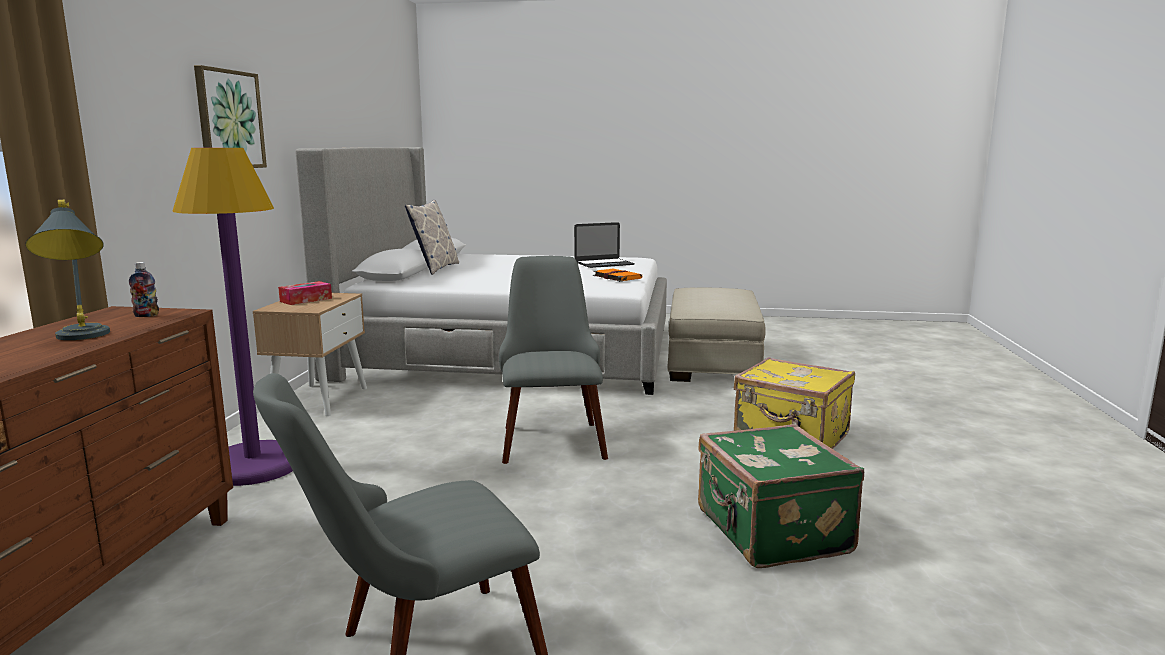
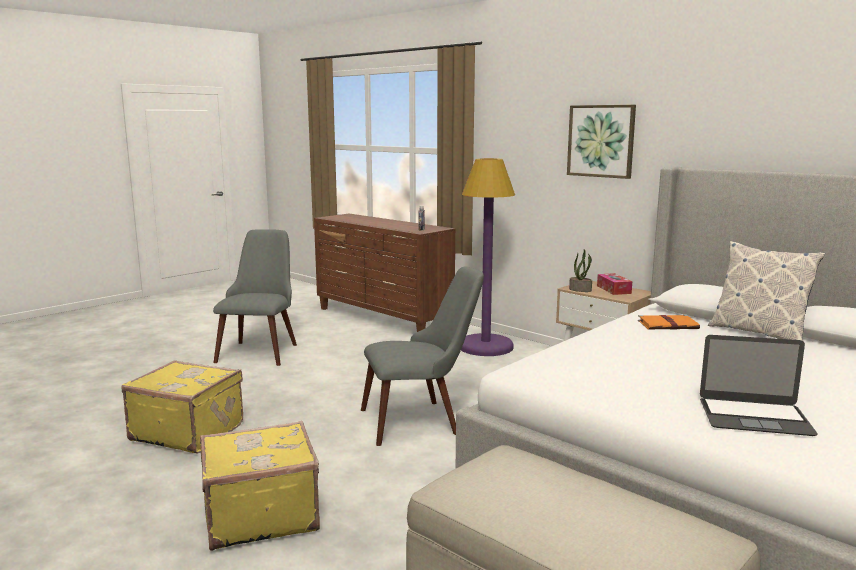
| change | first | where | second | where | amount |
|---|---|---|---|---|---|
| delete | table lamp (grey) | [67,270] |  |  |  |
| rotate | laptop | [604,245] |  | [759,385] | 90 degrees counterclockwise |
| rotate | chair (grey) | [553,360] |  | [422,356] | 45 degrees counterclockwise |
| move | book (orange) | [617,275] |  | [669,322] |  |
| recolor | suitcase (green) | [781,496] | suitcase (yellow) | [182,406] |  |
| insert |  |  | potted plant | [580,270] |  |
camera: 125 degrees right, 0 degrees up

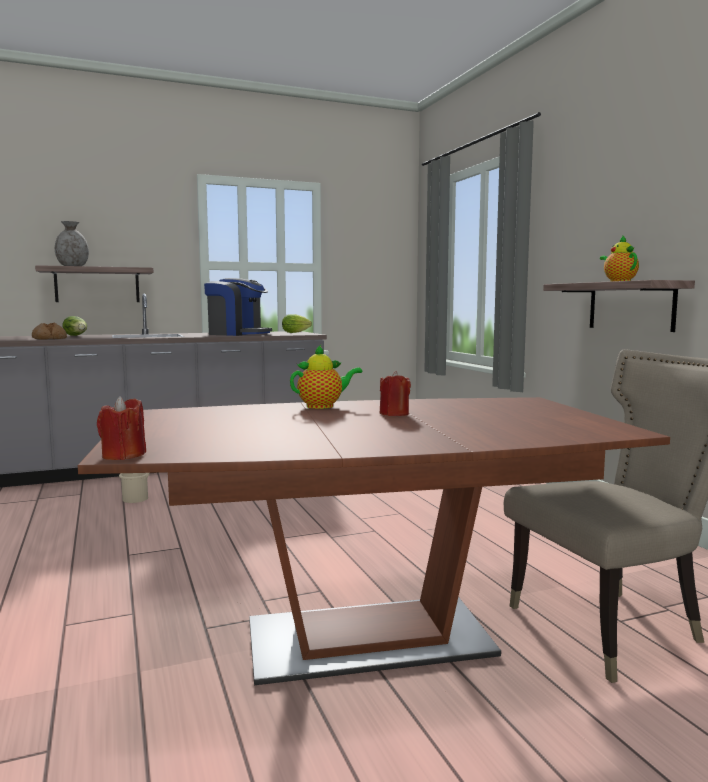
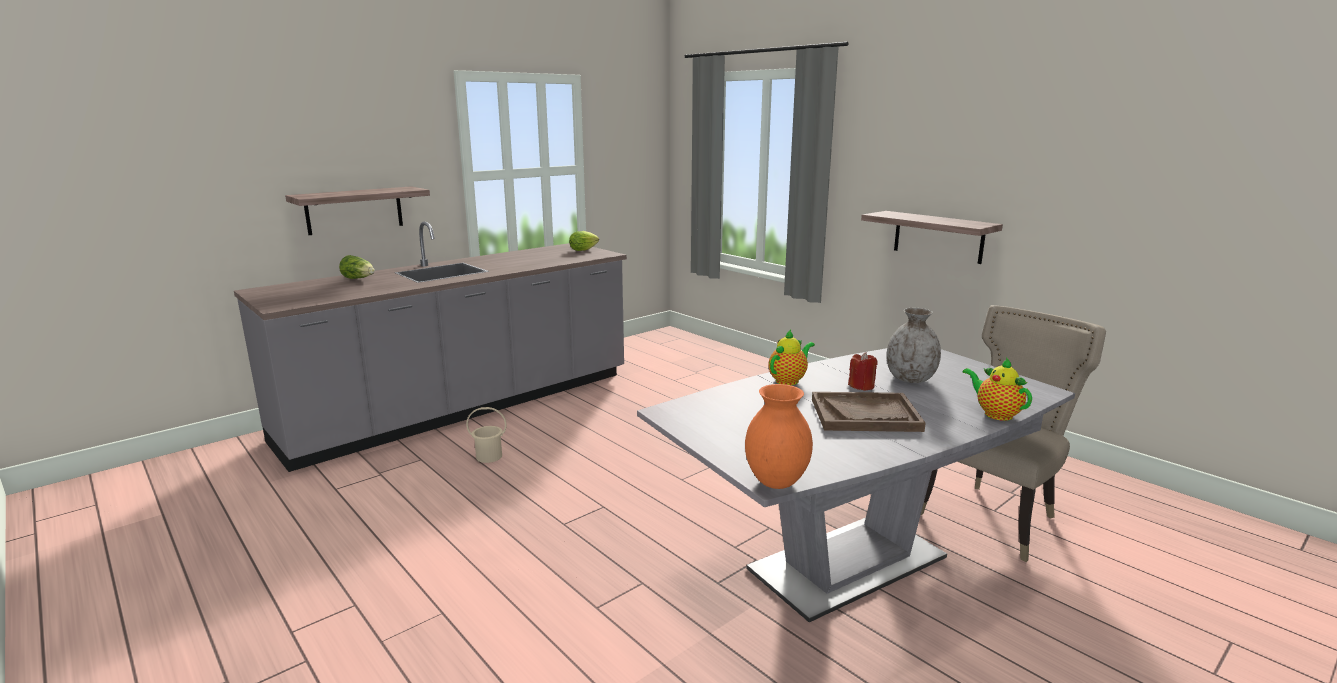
| change | first | where | second | where | amount |
|---|---|---|---|---|---|
| move | vase (grey) | [72,243] |  | [913,345] |  |
| move | teapot | [619,258] |  | [997,389] |  |
| delete | coffee machine | [238,307] |  |  |  |
| delete | bread | [49,331] |  |  |  |
| replace | candle (red) | [121,428] | vase (orange) | [779,436] |  |
| recolor | dining table (brown) | [374,541] | dining table (grey) | [856,485] |  |
| insert |  |  | tray (brown) | [869,412] |  |
camera: 20 degrees left, 10 degrees up

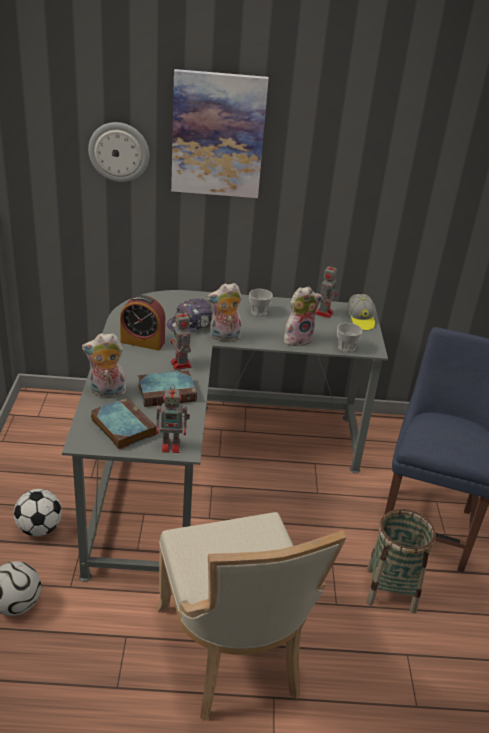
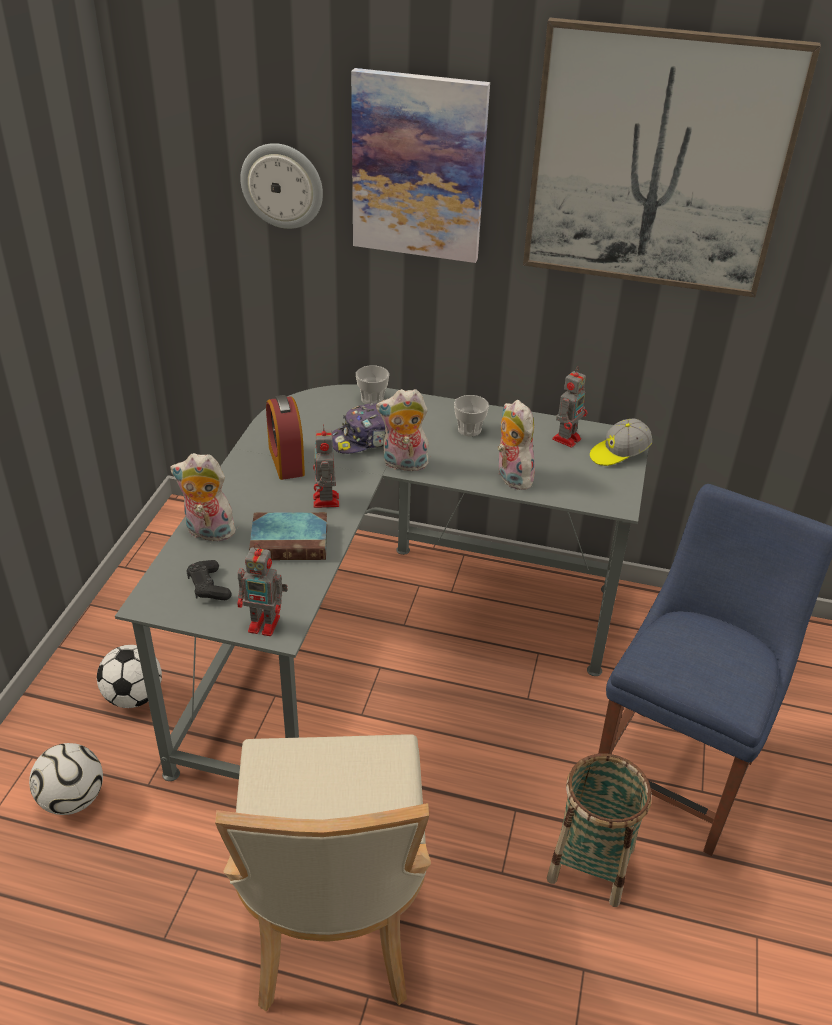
| change | first | where | second | where | amount |
|---|---|---|---|---|---|
| rotate | plush toy | [303,316] |  | [517,445] | 105 degrees counterclockwise |
| rotate | cap | [361,312] |  | [621,442] | 60 degrees clockwise |
| rotate | alarm clock | [142,323] |  | [285,437] | 45 degrees clockwise |
| move | cup | [349,338] |  | [372,384] |  |
| replace | book | [124,424] | game controller (black) | [209,580] |  |
| insert |  |  | picture | [672,157] |  |
camera: 15 degrees right, 5 degrees up

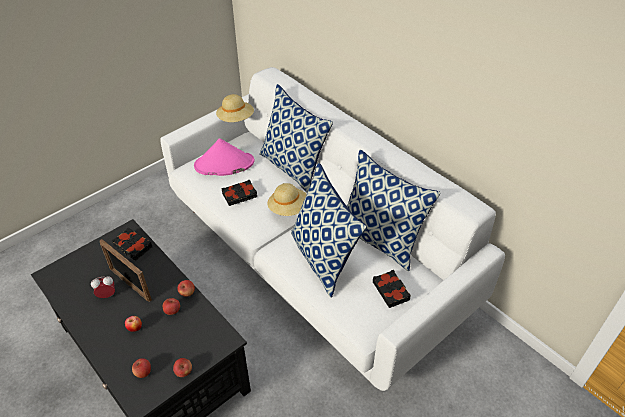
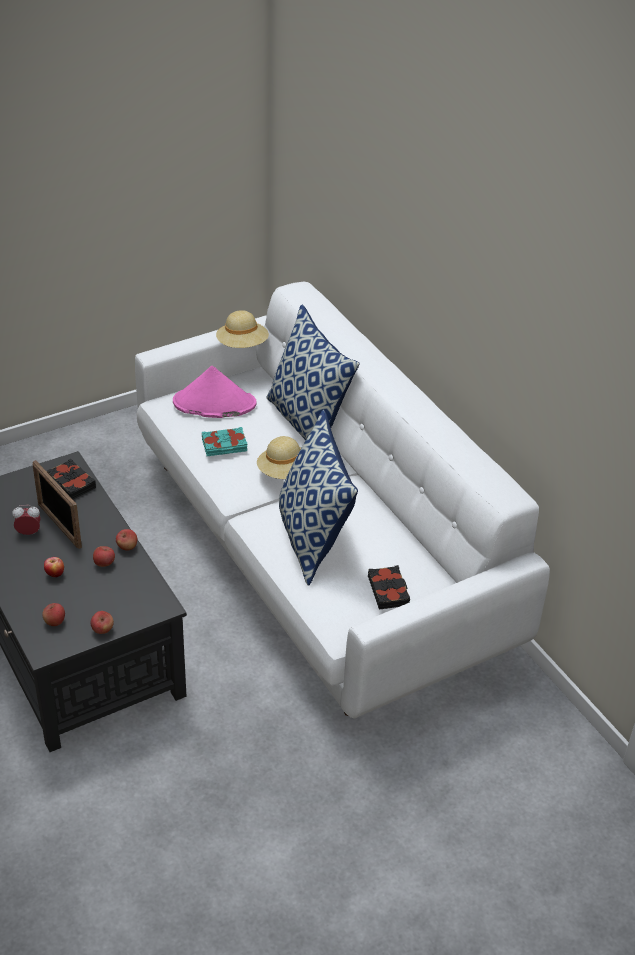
| change | first | where | second | where | amount |
|---|---|---|---|---|---|
| delete | pillow | [394,210] |  |  |  |
| recolor | book (black) | [239,193] | book (turquoise) | [225,441] |  |
camera: 10 degrees right, 5 degrees down

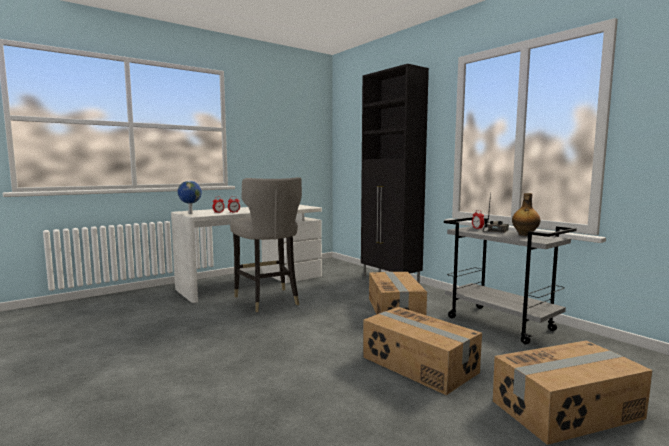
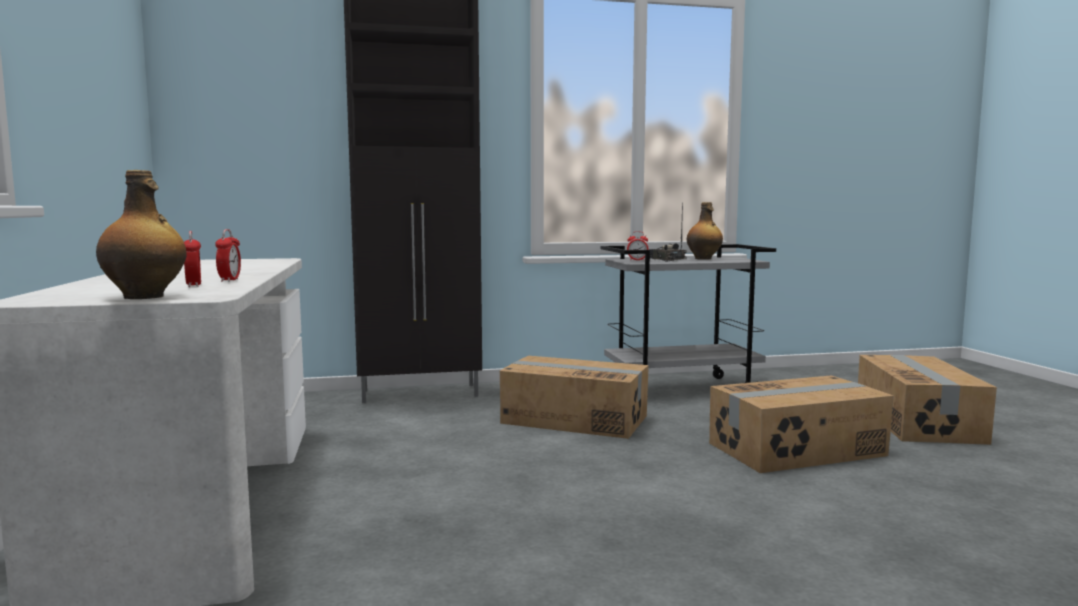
| change | first | where | second | where | amount |
|---|---|---|---|---|---|
| delete | stool (grey) | [266,244] |  |  |  |
| replace | globe | [190,197] | bottle | [141,234] |  |
camera: 65 degrees left, 0 degrees up

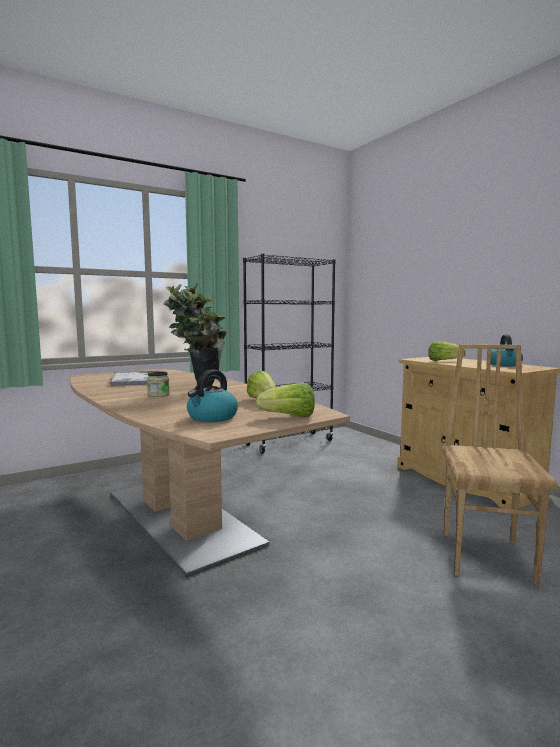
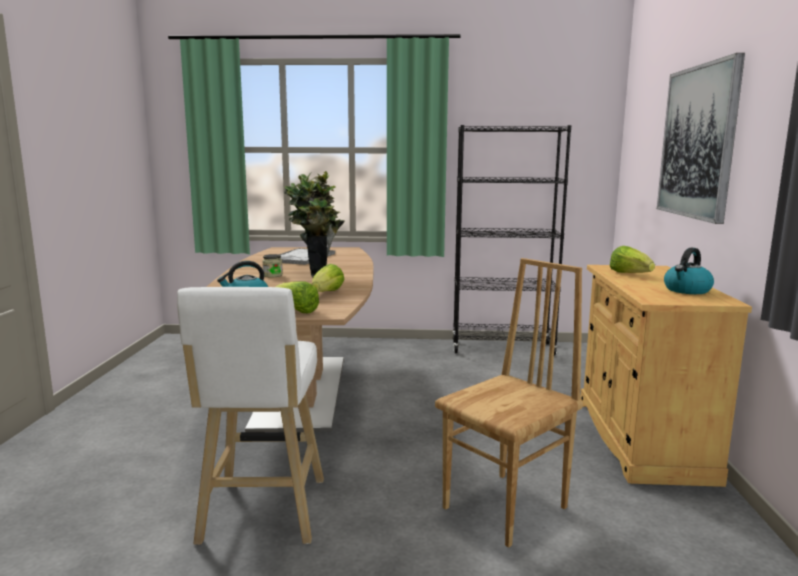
| change | first | where | second | where | amount |
|---|---|---|---|---|---|
| insert |  |  | picture | [701,138] |  |
| insert |  |  | stool (white) | [250,416] |  |
camera: 35 degrees right, 5 degrees up

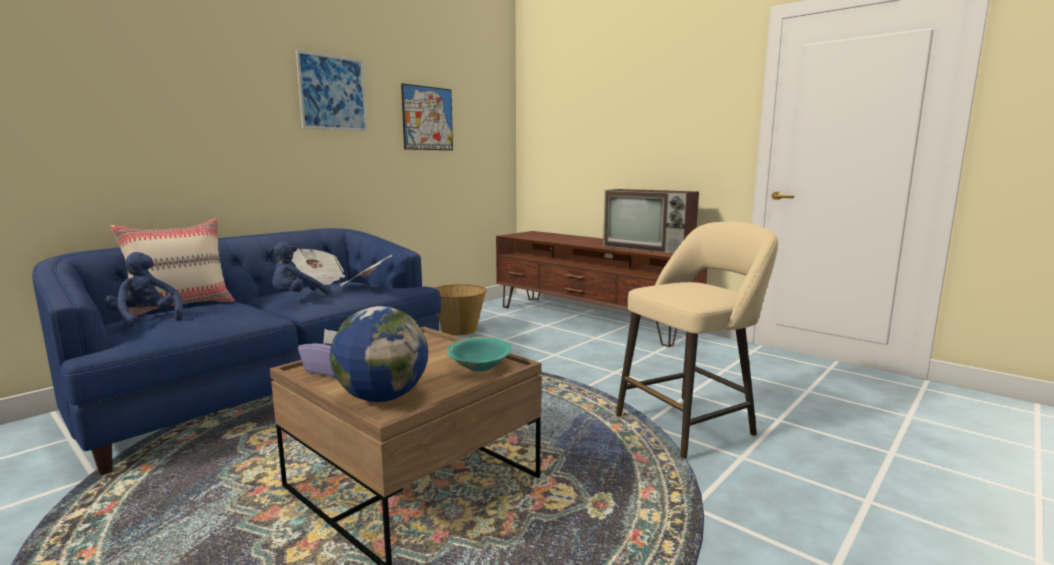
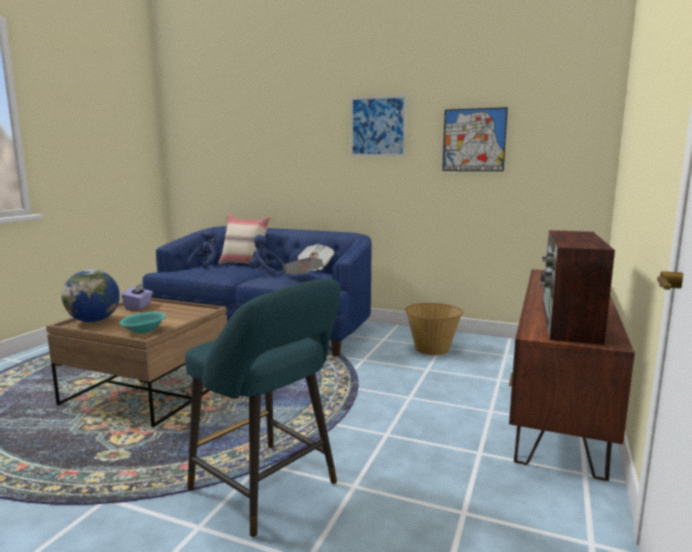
| change | first | where | second | where | amount |
|---|---|---|---|---|---|
| recolor | stool (beige) | [697,340] | stool (turquoise) | [263,408] |  |
camera: 70 degrees right, 0 degrees up

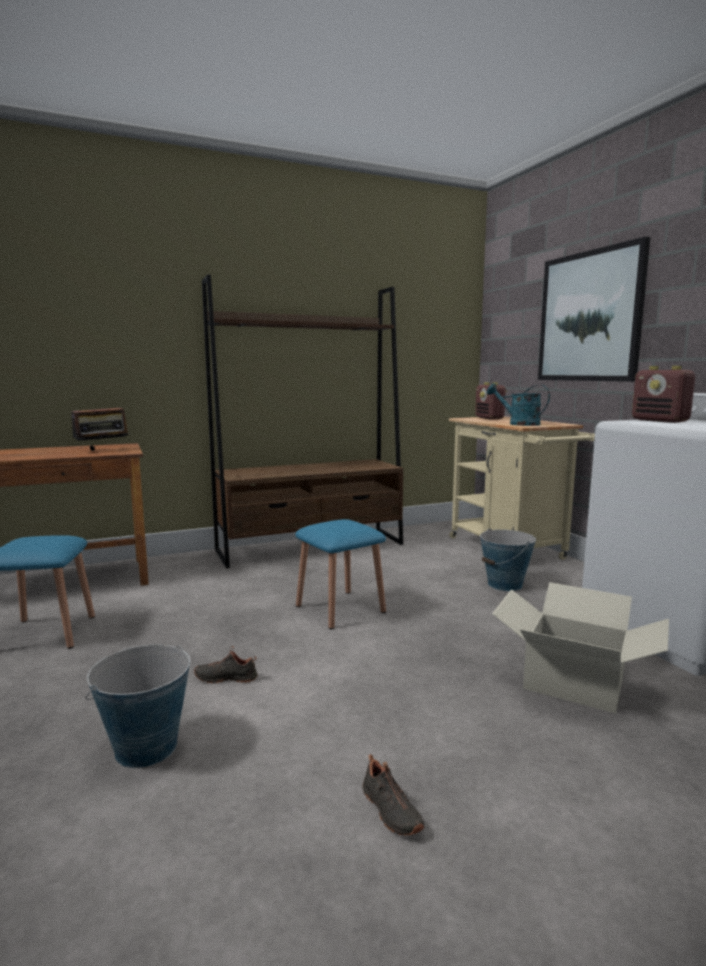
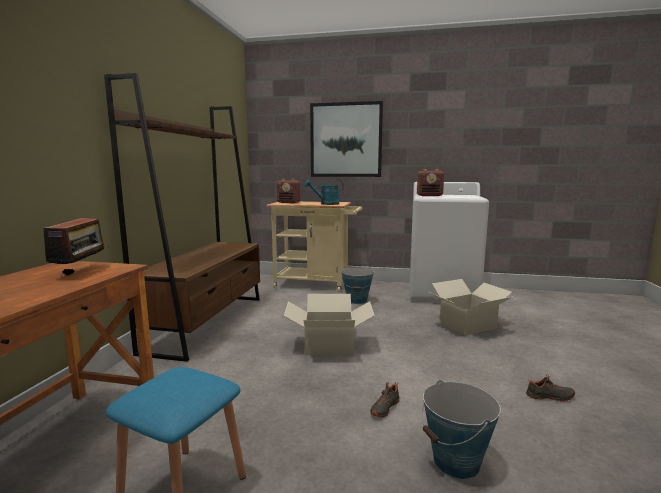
| change | first | where | second | where | amount |
|---|---|---|---|---|---|
| replace | stool (blue) | [340,574] | cardboard box | [329,324] |  |
camera: 55 degrees left, 0 degrees up

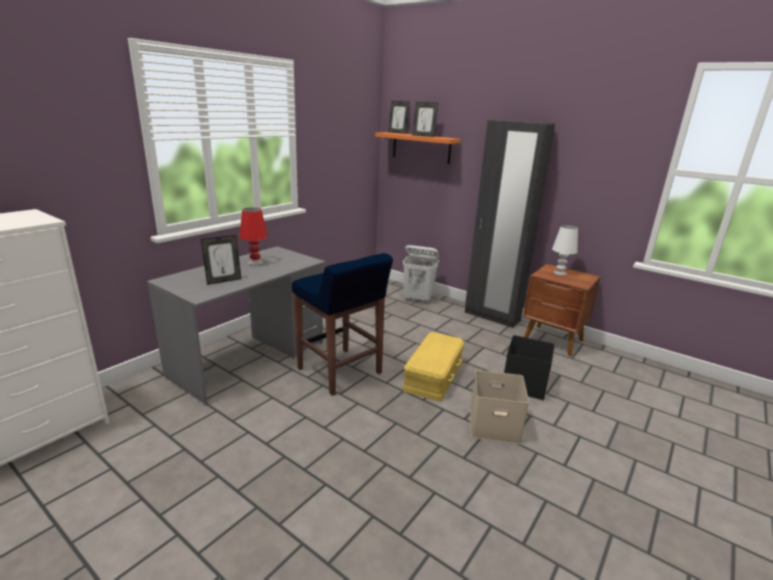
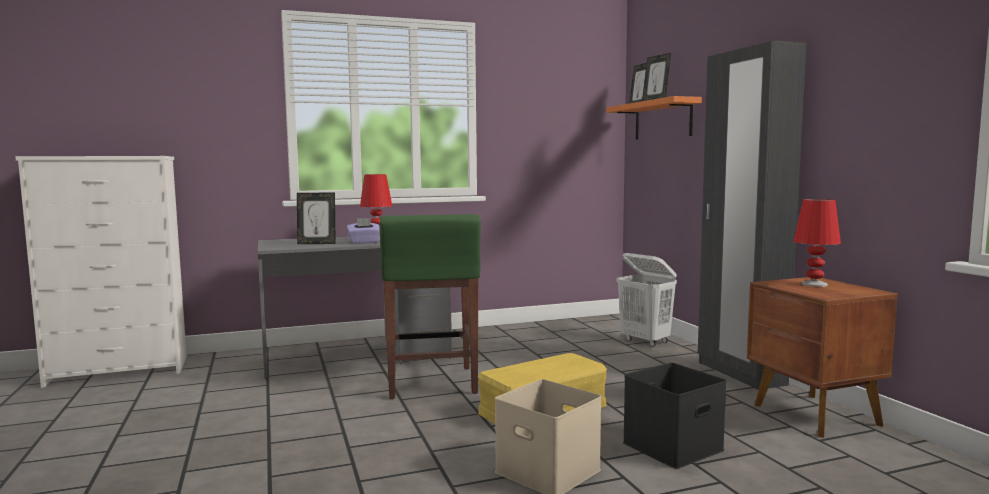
| change | first | where | second | where | amount |
|---|---|---|---|---|---|
| recolor | table lamp (white) | [565,250] | table lamp (red) | [817,243] |  |
| recolor | stool (blue) | [342,324] | stool (green) | [430,306] |  |
| insert |  |  | tissue box (purple) | [363,231] |  |
camera: 35 degrees right, 15 degrees down

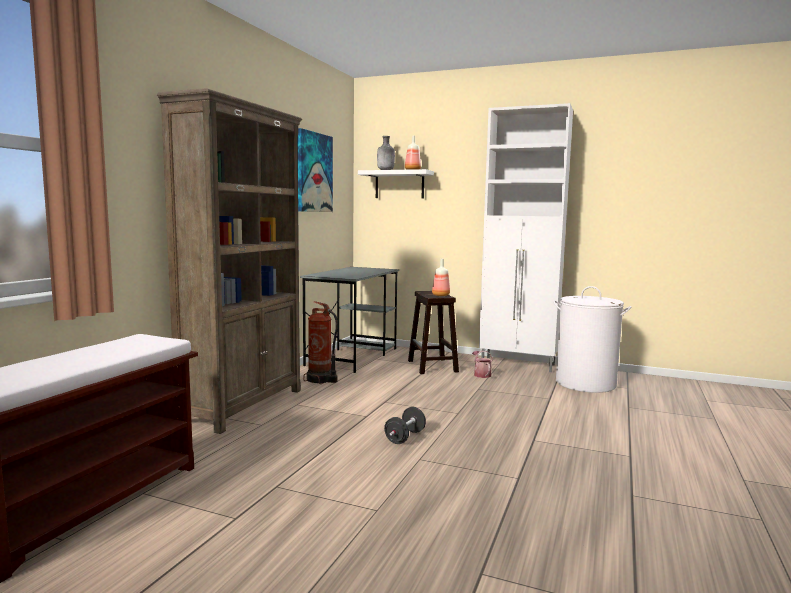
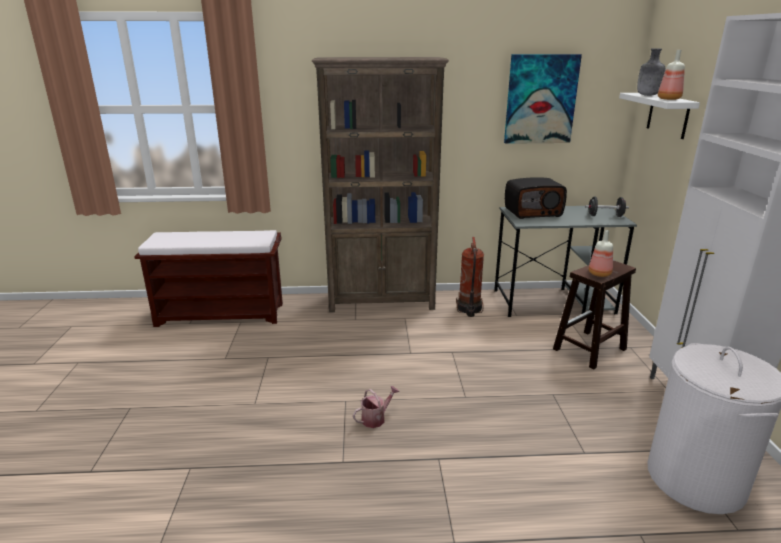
| change | first | where | second | where | amount |
|---|---|---|---|---|---|
| move | watering can | [482,364] |  | [376,407] |  |
| move | dumbbell (black) | [405,425] |  | [607,207] |  |
| insert |  |  | radio | [536,198] |  |
camera: 65 degrees right, 15 degrees up

